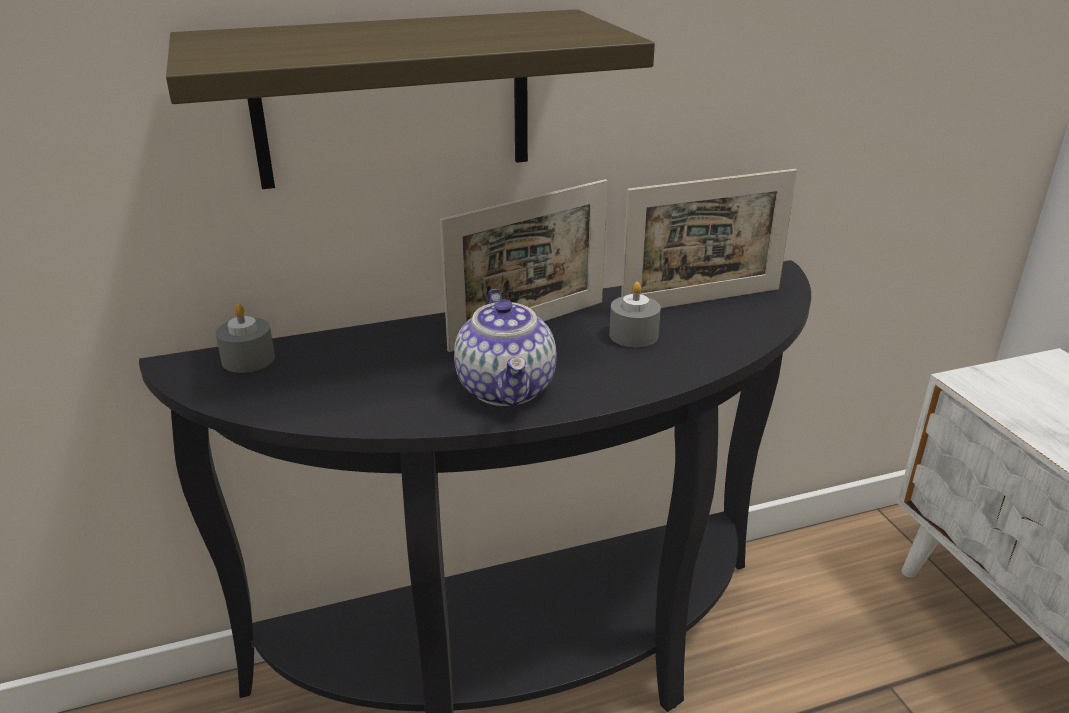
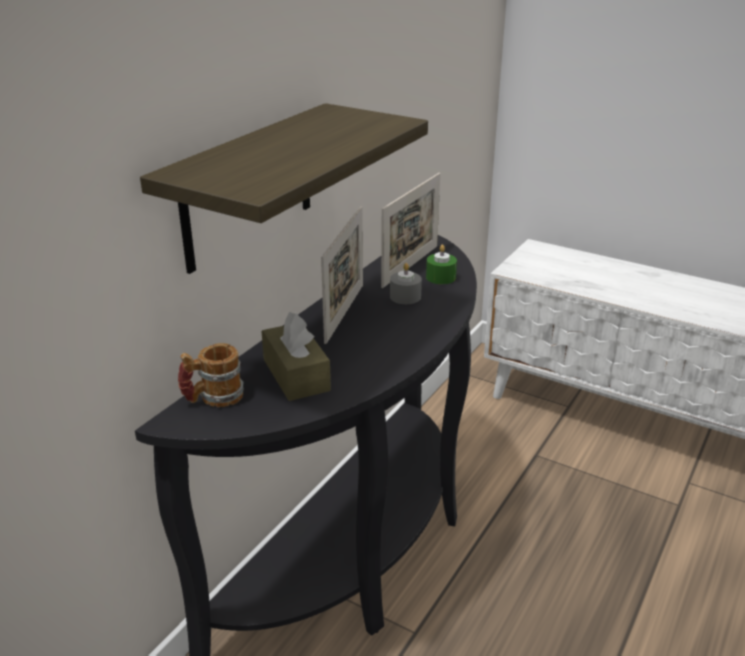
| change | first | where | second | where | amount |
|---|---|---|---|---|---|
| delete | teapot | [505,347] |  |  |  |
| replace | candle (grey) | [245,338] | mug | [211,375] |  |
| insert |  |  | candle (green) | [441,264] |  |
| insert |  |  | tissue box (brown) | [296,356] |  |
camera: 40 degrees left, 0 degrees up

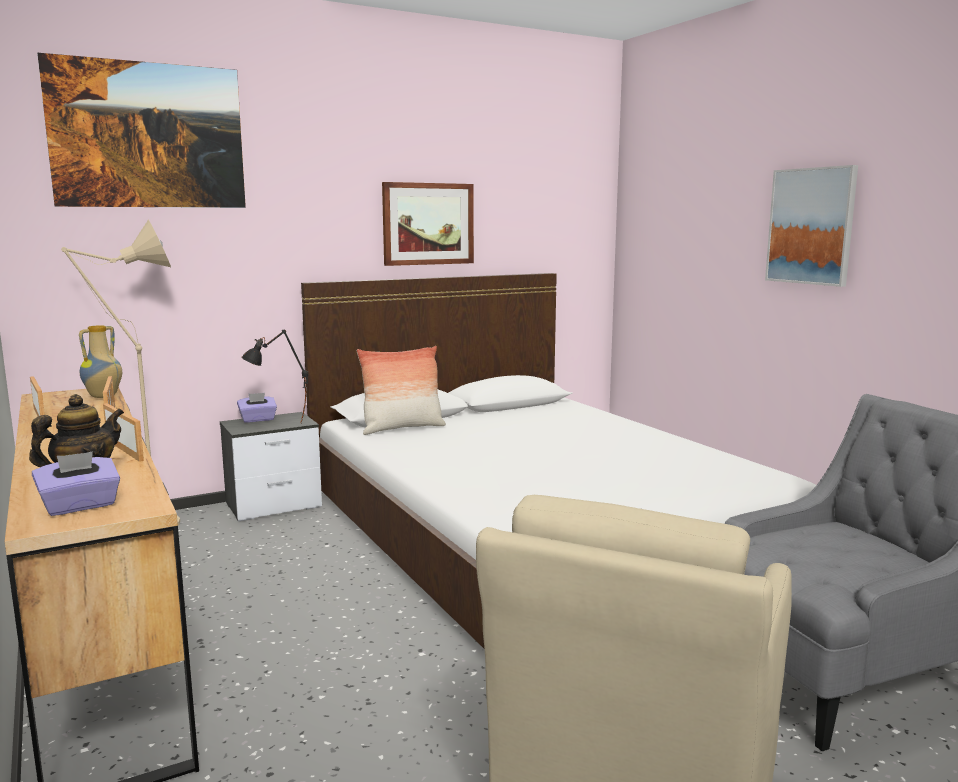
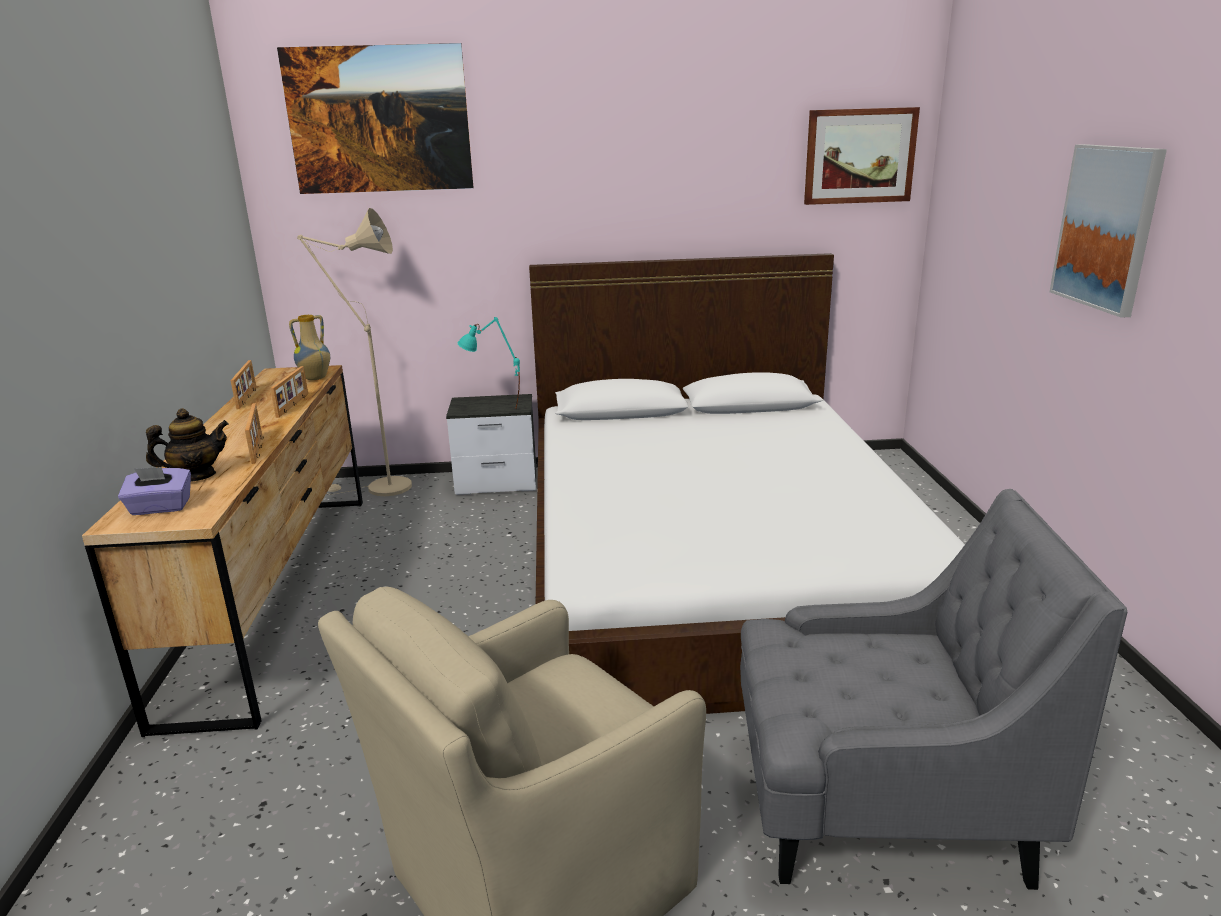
| change | first | where | second | where | amount |
|---|---|---|---|---|---|
| move | picture | [428,224] |  | [862,156] |  |
| recolor | table lamp (black) | [275,377] | table lamp (turquoise) | [489,363] |  |
| delete | pillow | [401,390] |  |  |  |
| delete | tissue box (purple) | [257,408] |  |  |  |
camera: 25 degrees right, 10 degrees up

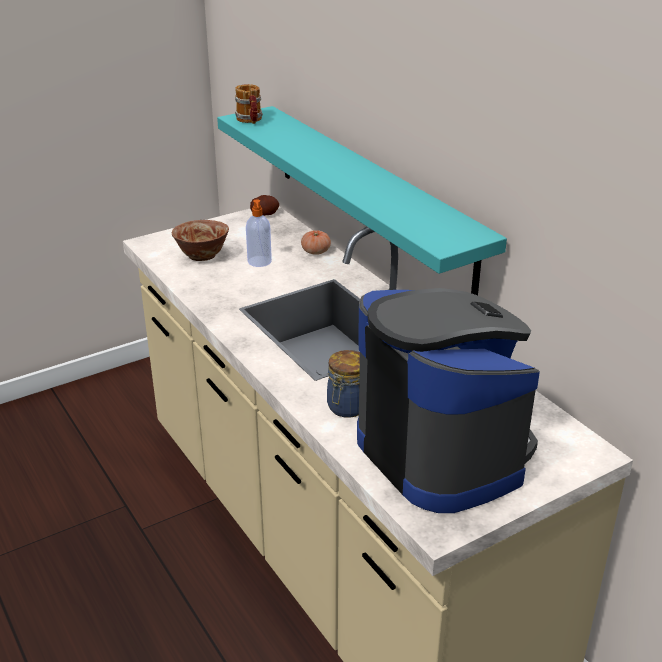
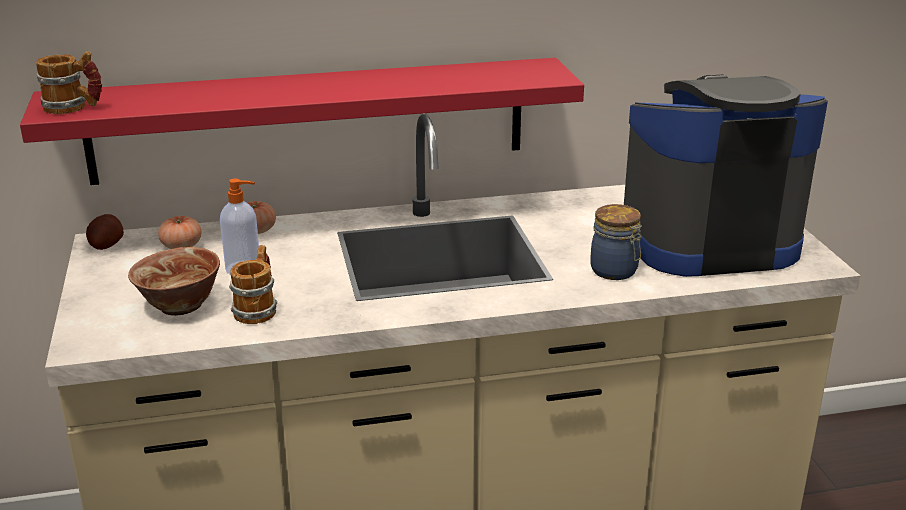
| change | first | where | second | where | amount |
|---|---|---|---|---|---|
| recolor | shelf (turquoise) | [362,200] | shelf (red) | [302,121] |  |
| insert |  |  | tomato | [180,232] |  |
| insert |  |  | mug | [253,284] |  |
camera: 70 degrees left, 5 degrees down

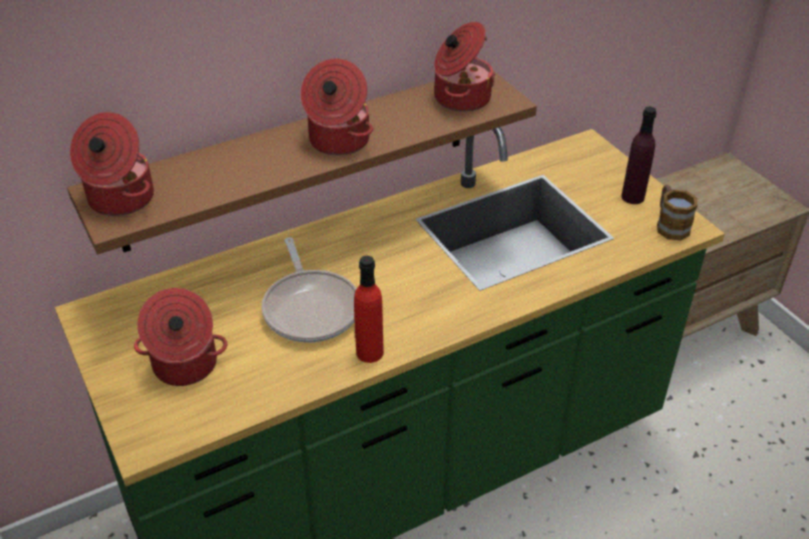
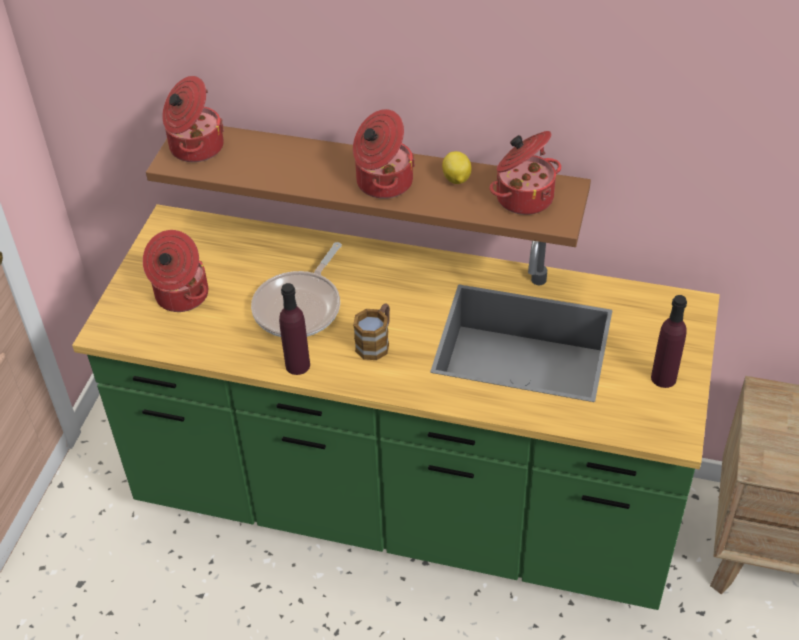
| change | first | where | second | where | amount |
|---|---|---|---|---|---|
| move | mug | [677,212] |  | [371,332] |  |
| recolor | bottle (red) | [369,309] | bottle (purple) | [294,329] |  |
| insert |  |  | lemon | [457,167] |  |
camera: 45 degrees right, 5 degrees up

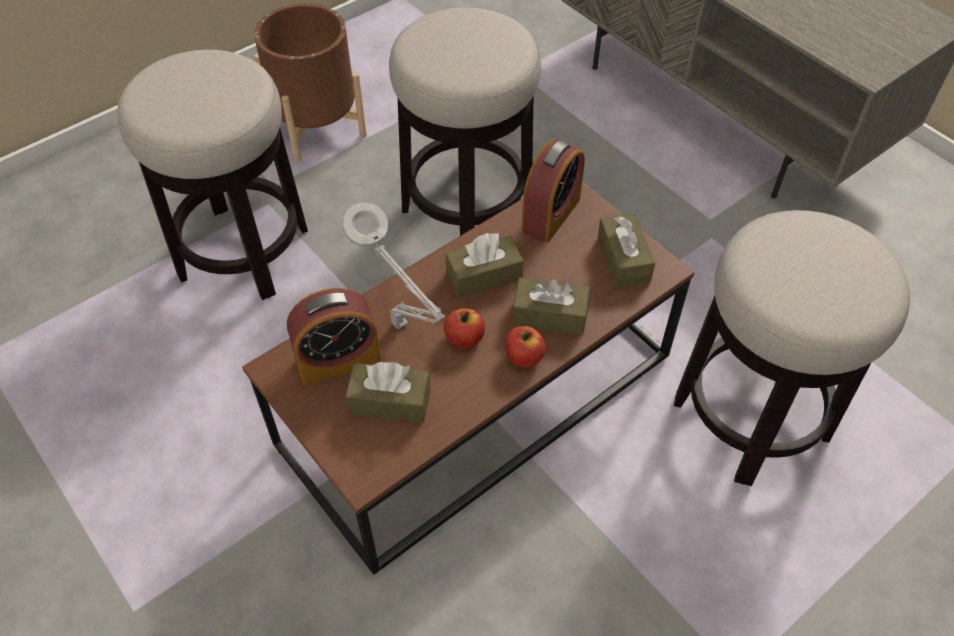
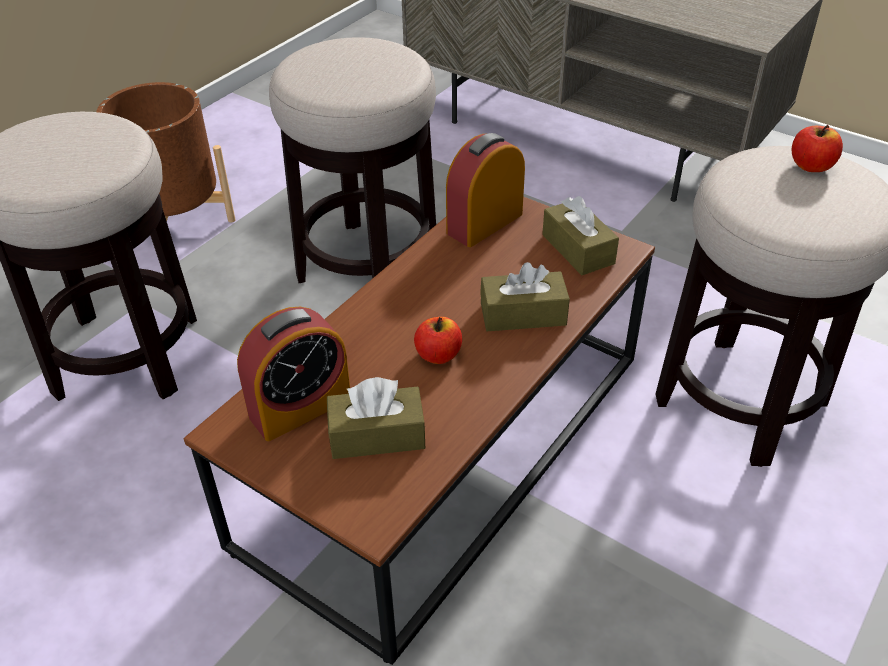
| change | first | where | second | where | amount |
|---|---|---|---|---|---|
| rotate | alarm clock | [553,191] |  | [485,190] | 150 degrees counterclockwise |
| delete | table lamp (grey) | [393,266] |  |  |  |
| delete | tissue box (brown) | [484,265] |  |  |  |
| move | apple | [525,346] |  | [817,148] |  |
camera: 15 degrees left, 10 degrees down

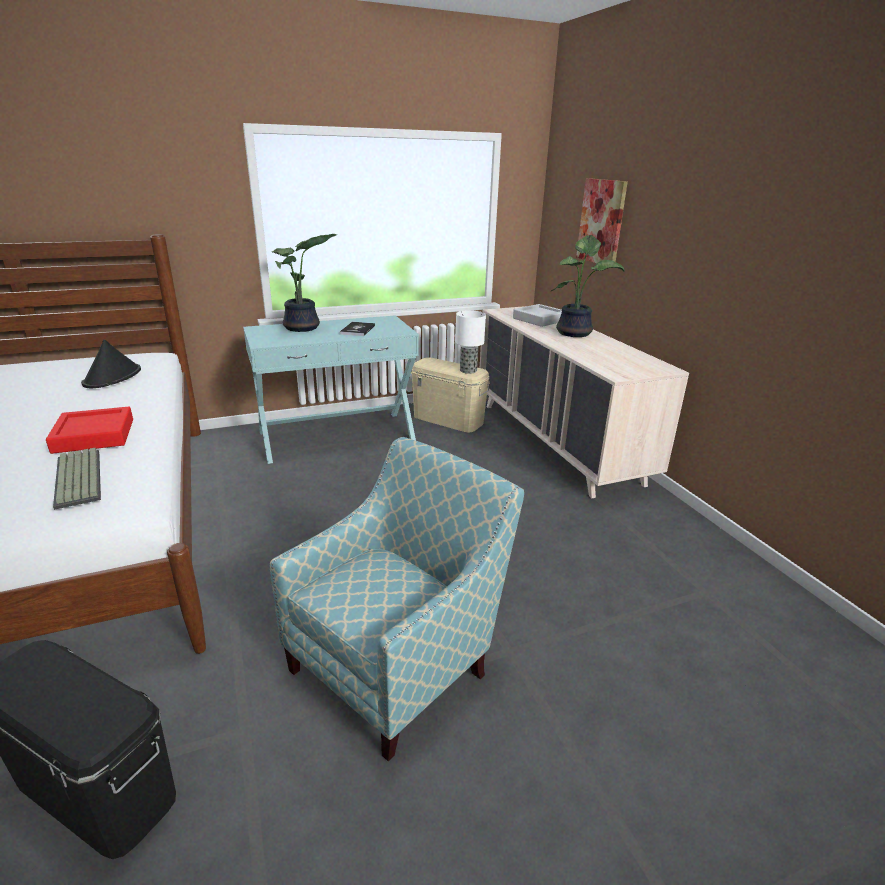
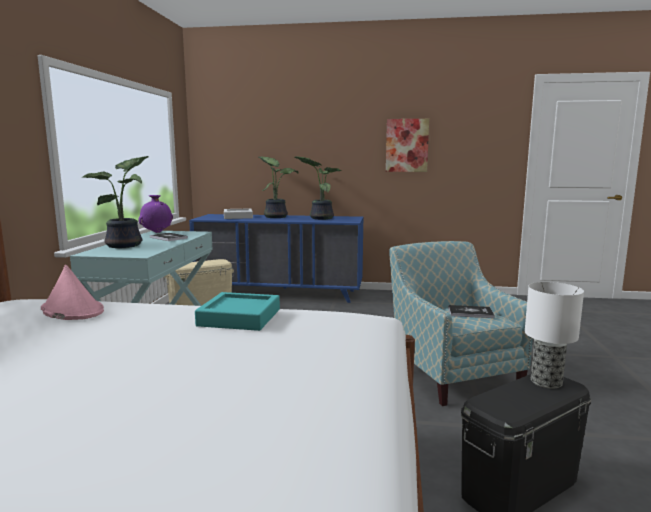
| change | first | where | second | where | amount |
|---|---|---|---|---|---|
| move | picture | [602,220] |  | [407,145] |  |
| recolor | dresser (beige) | [584,402] | dresser (blue) | [276,258] |  |
| move | table lamp | [470,342] |  | [554,335] |  |
| recolor | hat (black) | [111,364] | hat (pink) | [72,292] |  |
| recolor | tray (red) | [89,430] | tray (turquoise) | [237,311] |  |
| delete | keyboard | [77,479] |  |  |  |
| insert |  |  | potted plant | [317,188] |  |
| insert |  |  | vase (purple) | [155,214] |  |
| insert |  |  | book | [471,311] |  |
camera: 60 degrees left, 15 degrees down

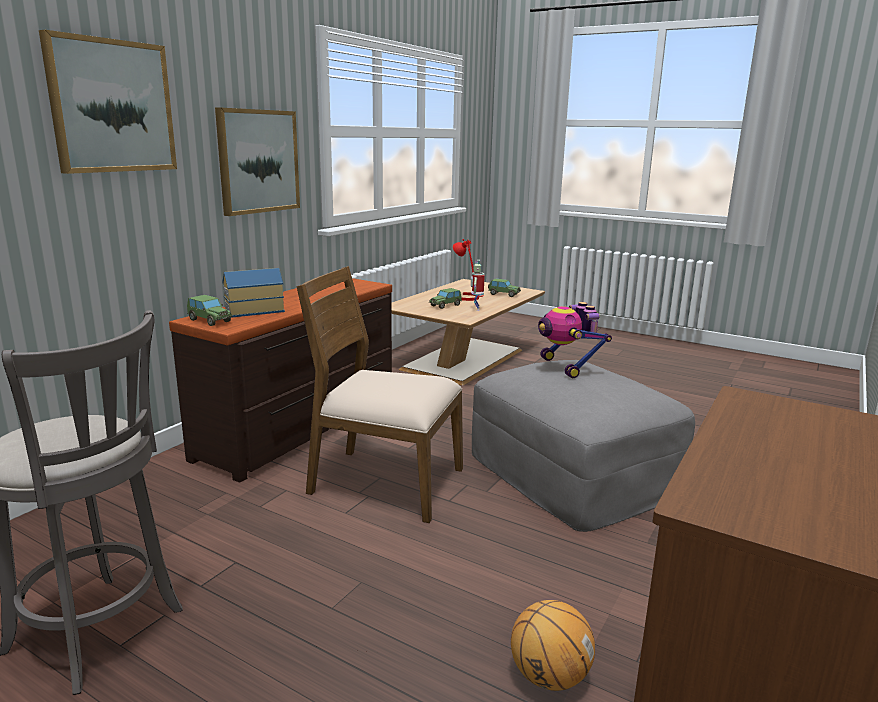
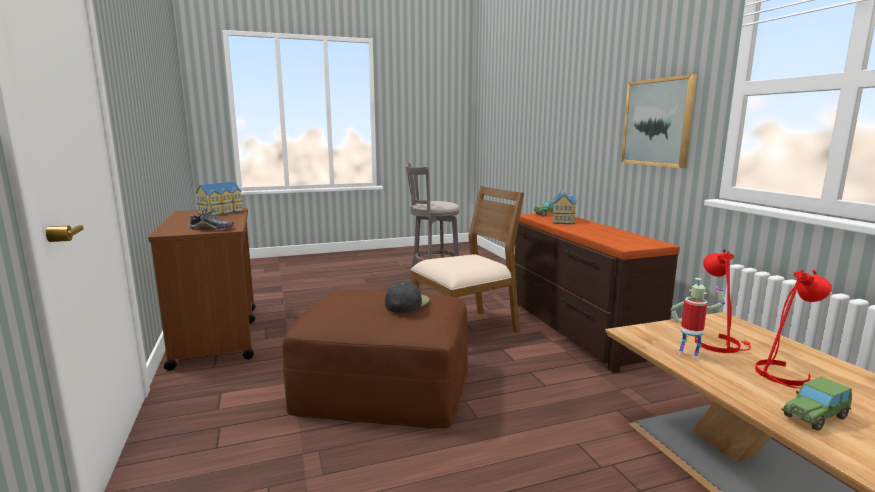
| change | first | where | second | where | amount |
|---|---|---|---|---|---|
| delete | picture | [108,102] |  |  |  |
| replace | toy car | [445,298] | table lamp (red) | [723,301] |  |
| replace | toy robot | [575,340] | cap (black) | [407,297] |  |
| recolor | ottoman (grey) | [583,446] | ottoman (brown) | [375,359] |  |
| delete | basketball | [553,645] |  |  |  |
| insert |  |  | toy house | [219,198] |  |
| insert |  |  | shoe | [212,219] |  |
camera: 130 degrees right, 5 degrees down

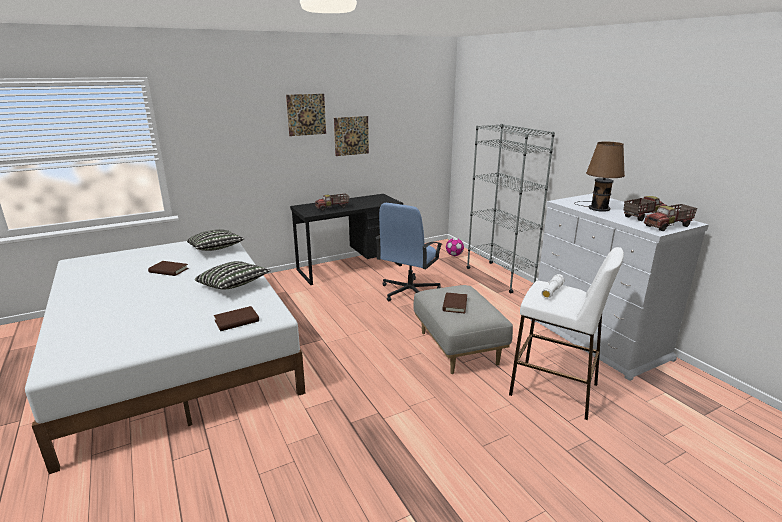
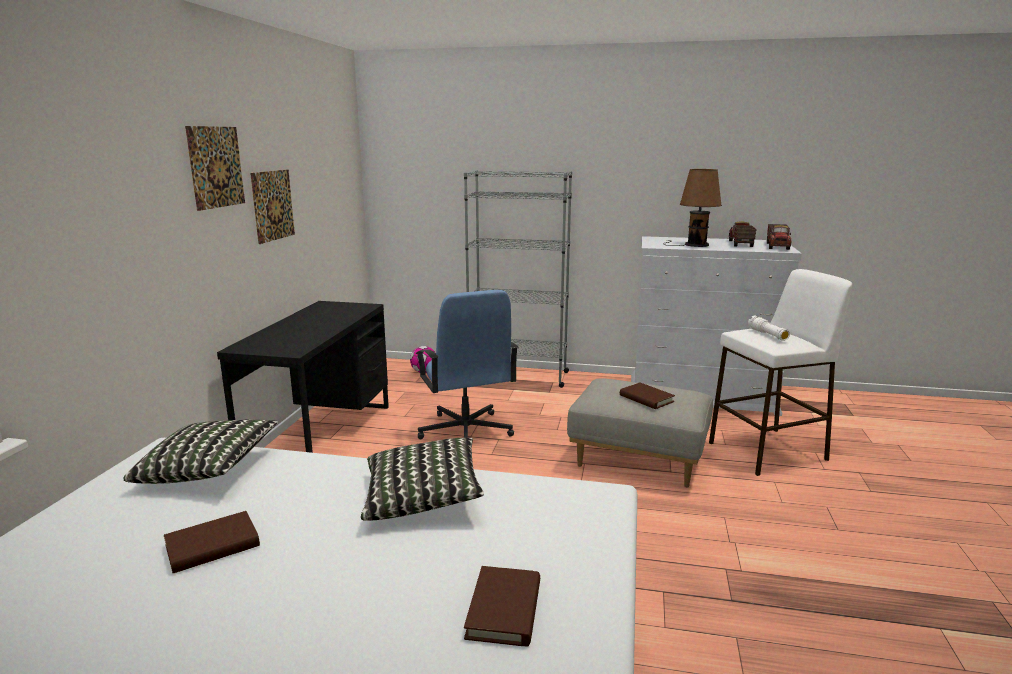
| change | first | where | second | where | amount |
|---|---|---|---|---|---|
| delete | toy truck | [332,202] |  |  |  |
| move | book (brown) | [236,318] |  | [502,606] |  |
camera: 50 degrees left, 5 degrees down

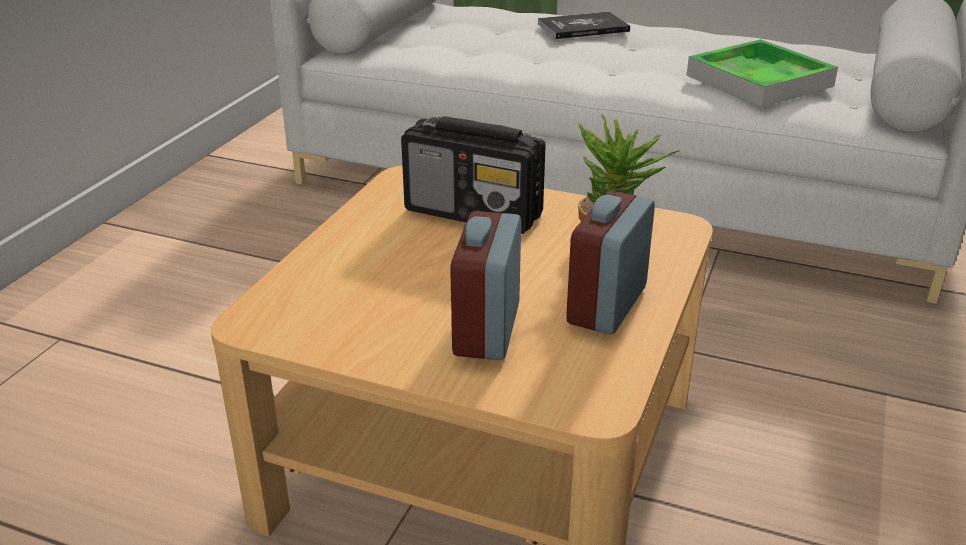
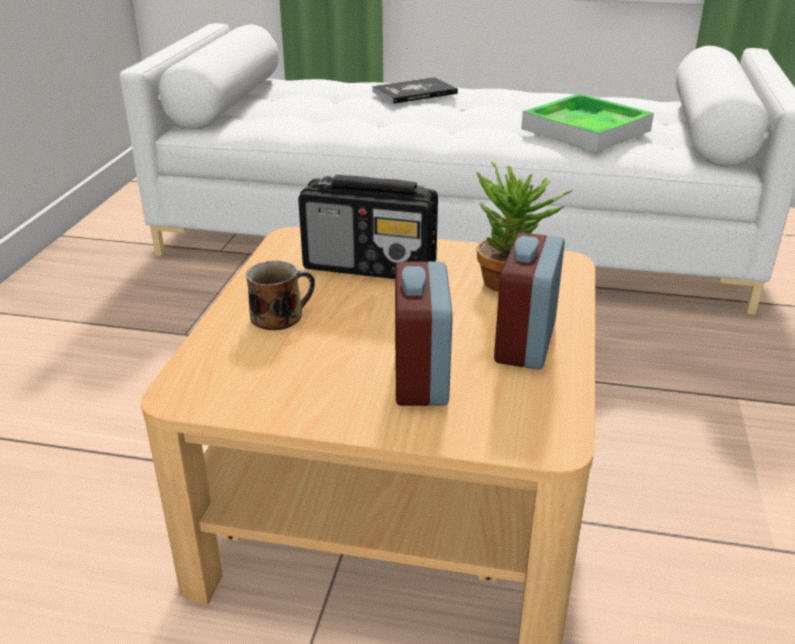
| change | first | where | second | where | amount |
|---|---|---|---|---|---|
| insert |  |  | mug | [280,295] |  |
camera: 10 degrees left, 0 degrees up

